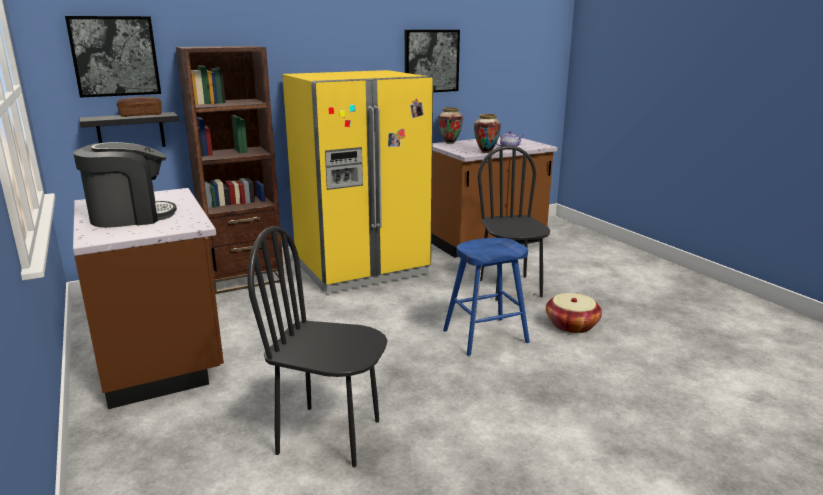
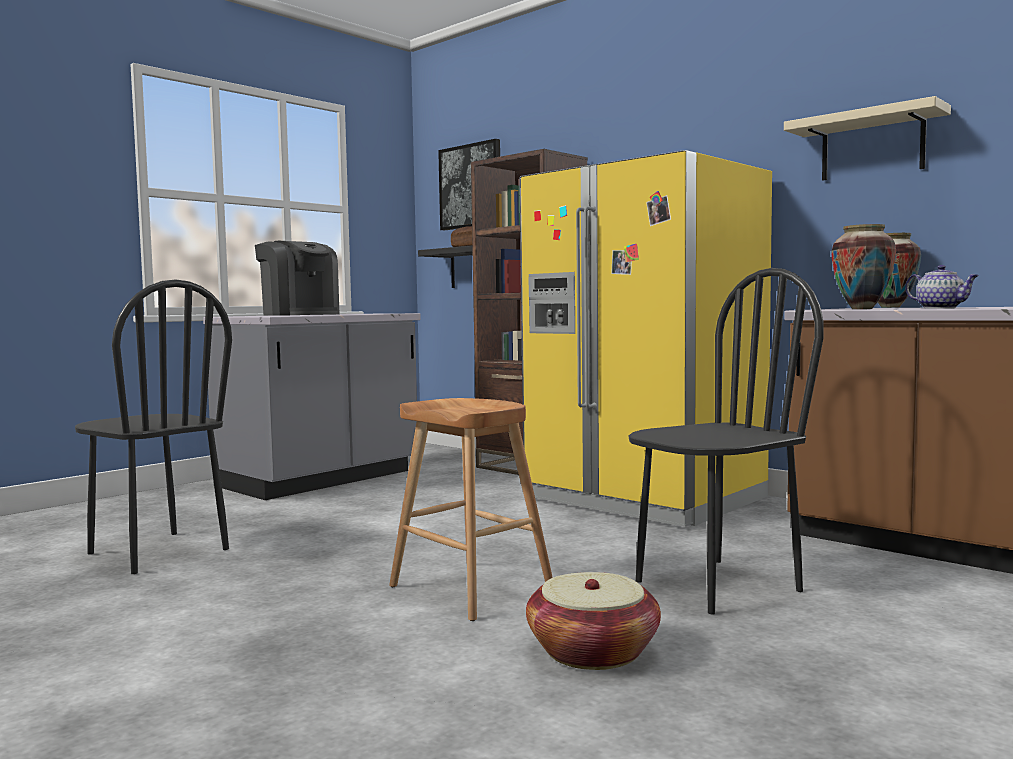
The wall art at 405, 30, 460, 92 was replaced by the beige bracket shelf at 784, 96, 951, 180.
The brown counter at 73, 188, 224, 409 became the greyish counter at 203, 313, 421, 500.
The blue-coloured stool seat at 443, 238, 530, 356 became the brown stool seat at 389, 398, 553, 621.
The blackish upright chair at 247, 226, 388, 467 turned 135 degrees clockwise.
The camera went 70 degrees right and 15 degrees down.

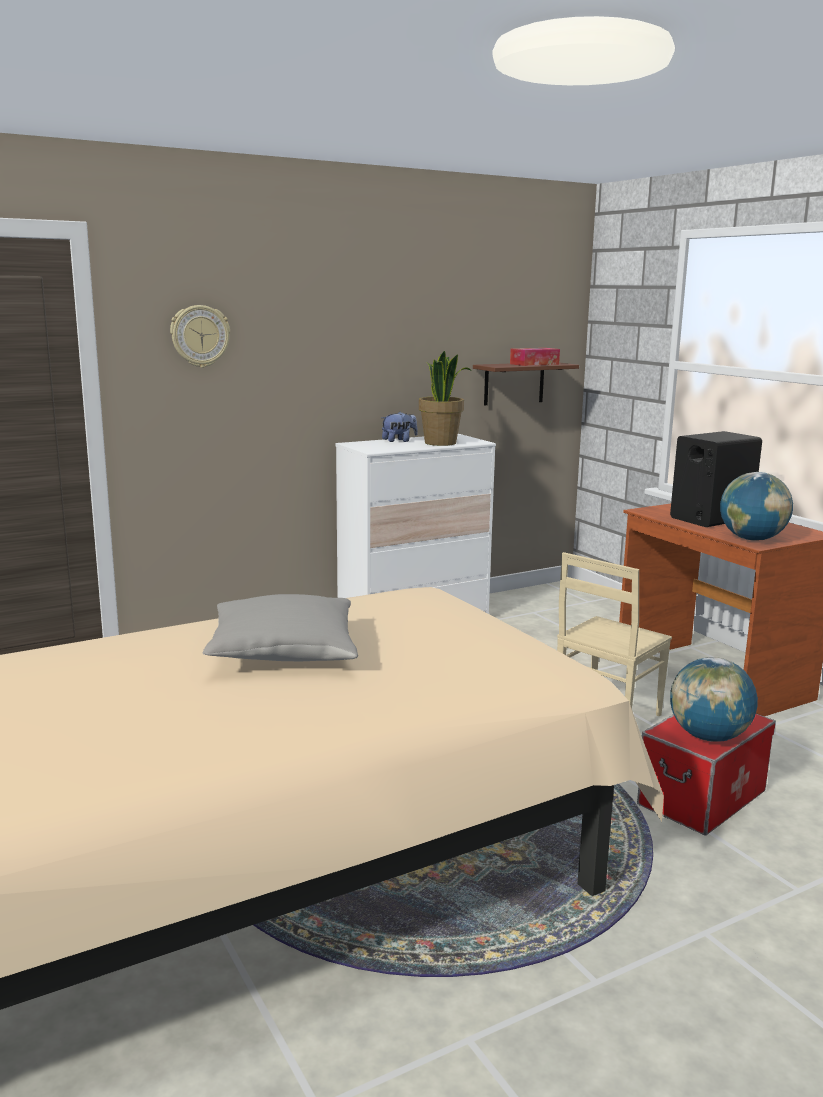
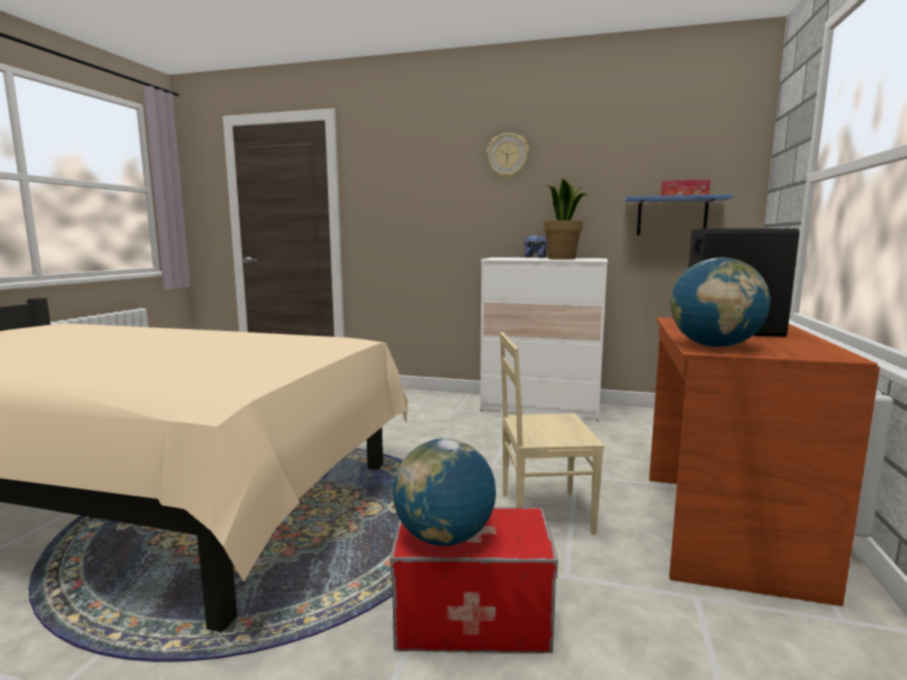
The greyish pillow at 203, 594, 358, 661 disappeared.
The hanging clock moved from 170, 305, 230, 368 to 486, 133, 529, 178.
The brown bracket shelf at 473, 362, 579, 405 became the blue-coloured bracket shelf at 625, 194, 733, 235.
The camera went 45 degrees right and 5 degrees down.

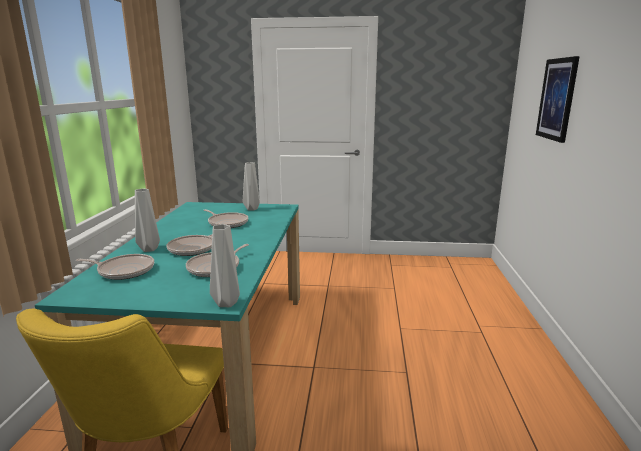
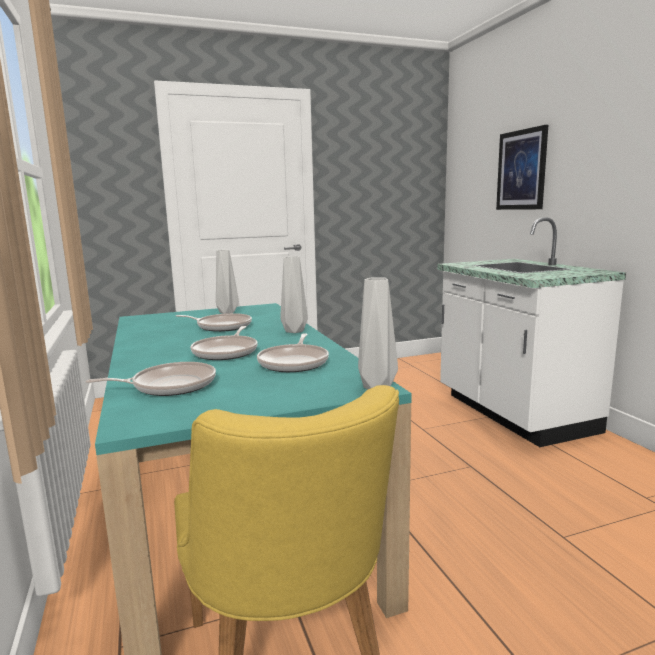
The whitish counter at 437, 217, 626, 447 appeared.
The greyish decorative vase moved from 135, 188, 160, 252 to 280, 256, 308, 333.
The camera went 25 degrees left and 5 degrees down.

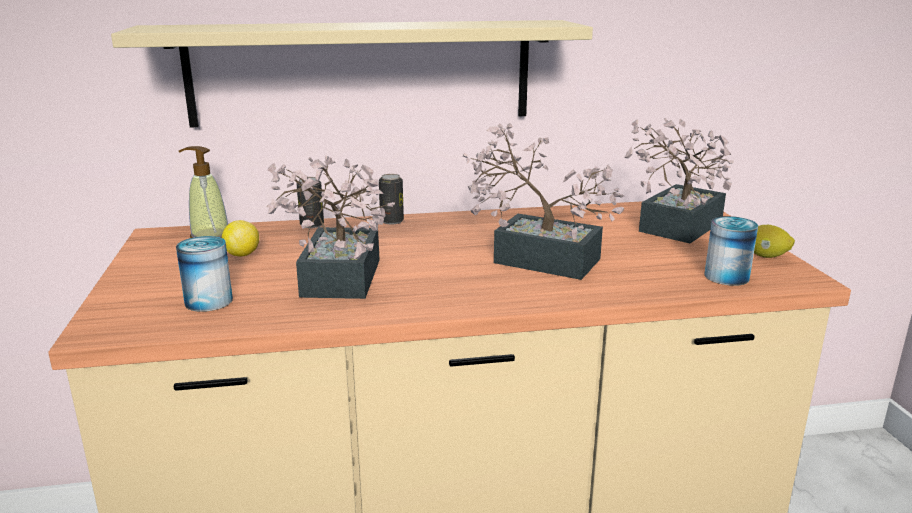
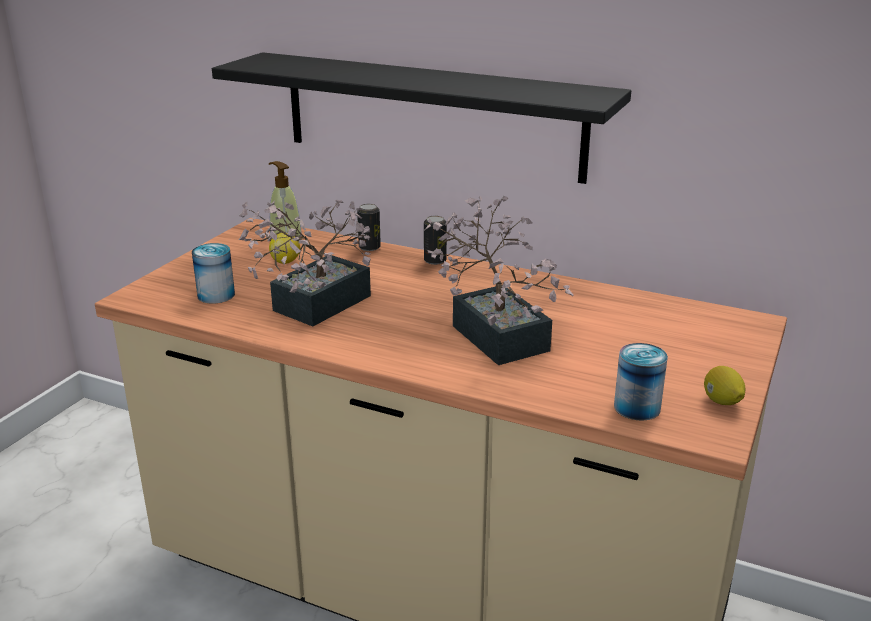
The potted plant at 625, 118, 734, 243 disappeared.
The beige bracket shelf at 111, 20, 593, 128 became the blackish bracket shelf at 212, 52, 631, 184.
The camera went 35 degrees right and 5 degrees up.

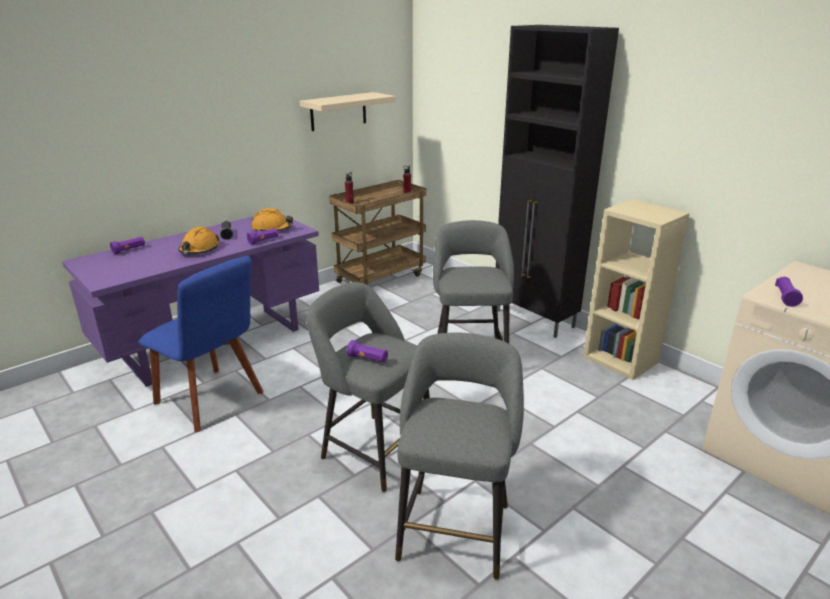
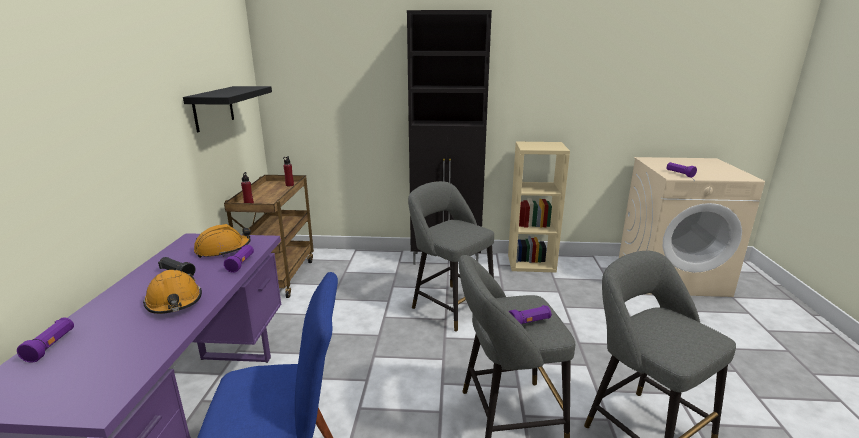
The beige bracket shelf at 299, 92, 396, 131 became the blackish bracket shelf at 183, 86, 272, 133.
The camera went 45 degrees left and 5 degrees down.

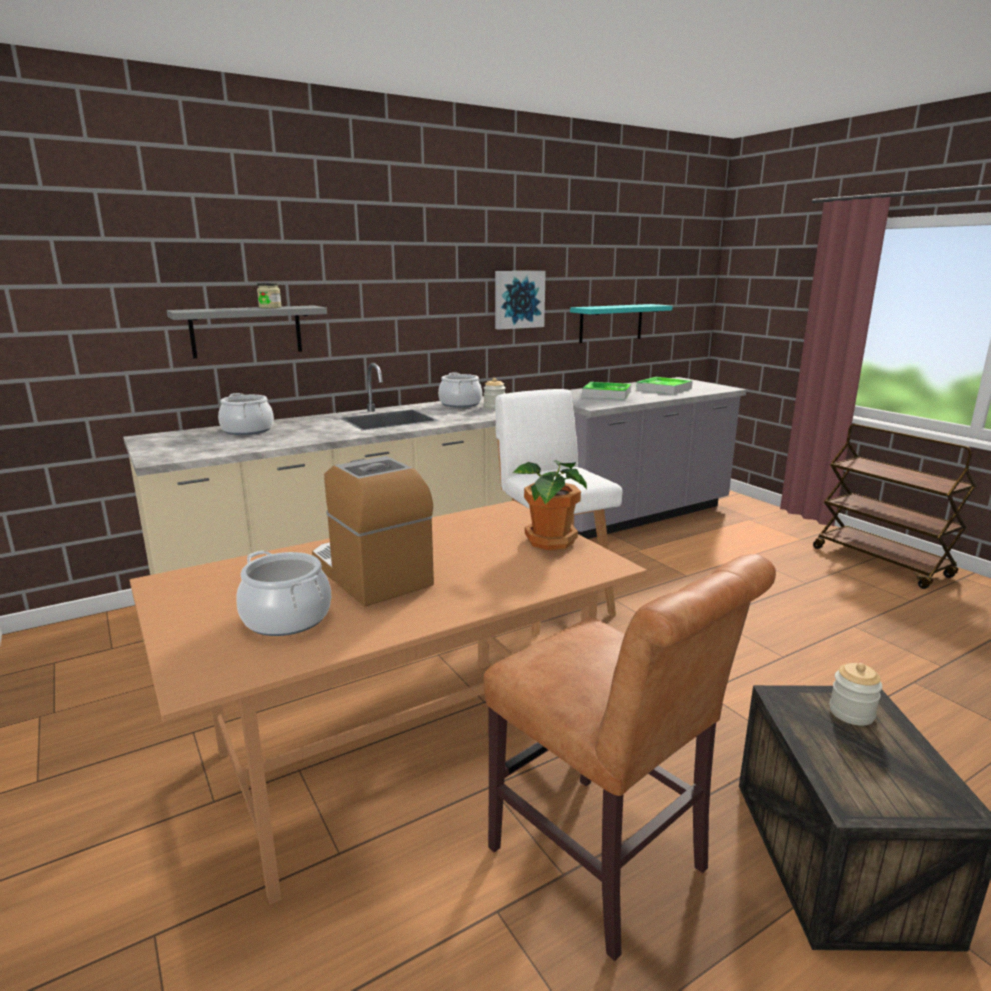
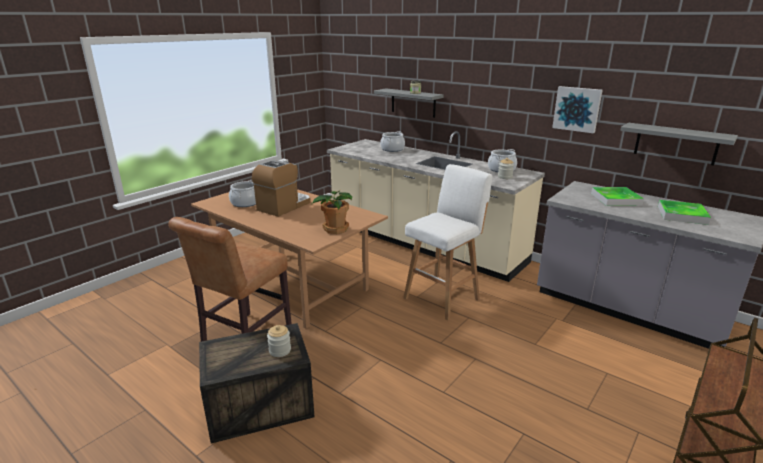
The turquoise-coloured bracket shelf at 570, 304, 672, 343 became the greyish bracket shelf at 620, 123, 738, 166.
The camera went 70 degrees right and 5 degrees up.

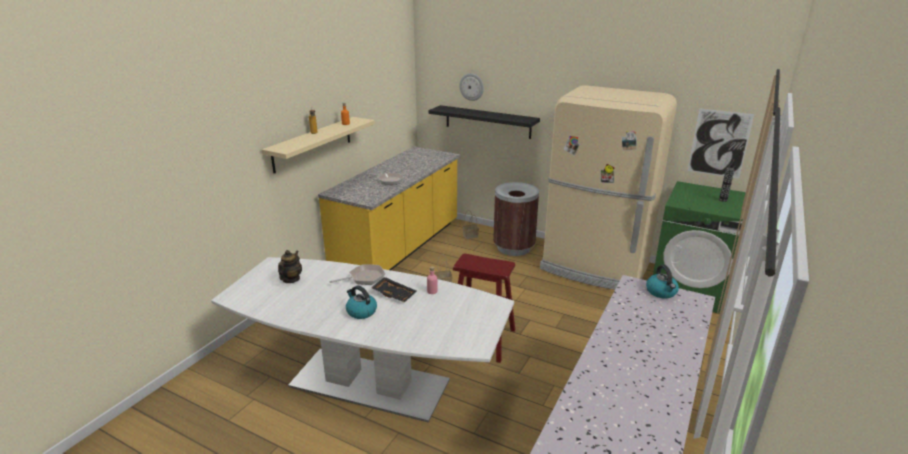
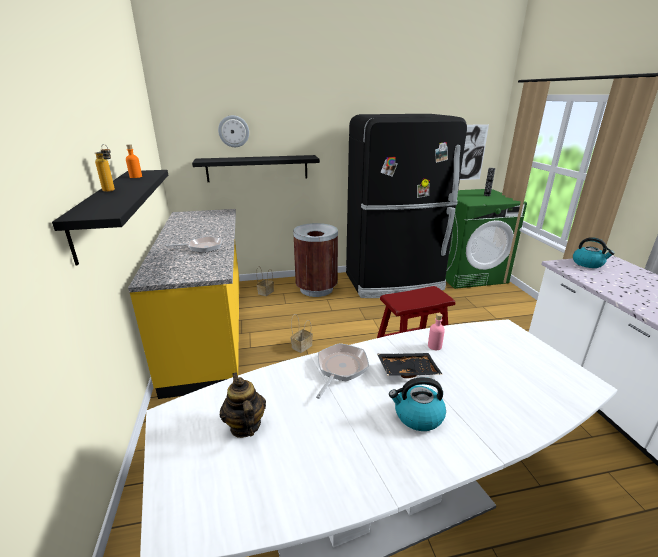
The beige bracket shelf at 262, 117, 375, 174 became the blackish bracket shelf at 52, 170, 168, 265.
The beige fridge at 540, 85, 677, 290 became the blackish fridge at 346, 114, 467, 298.
The camera went 40 degrees left and 0 degrees up.

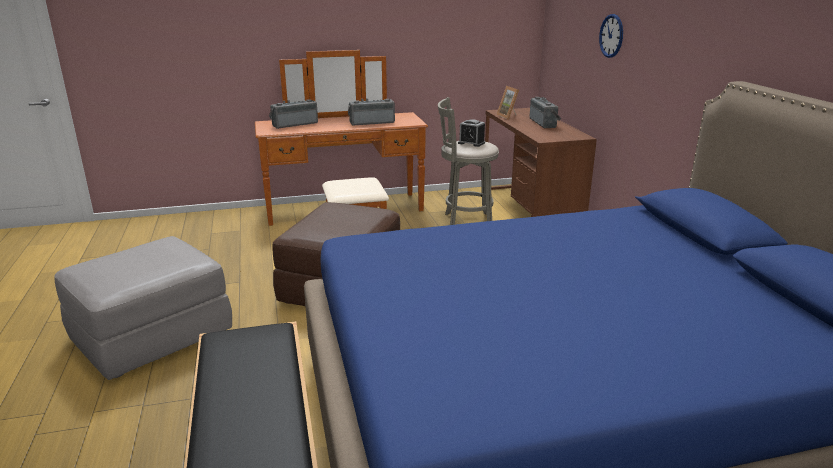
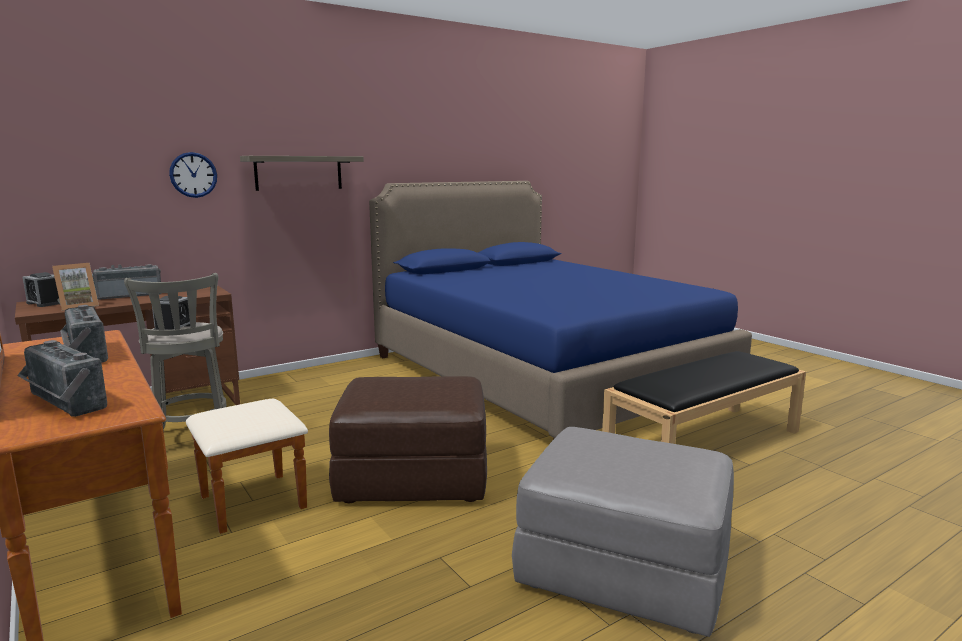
The table clock at 23, 272, 60, 307 appeared.
The bracket shelf at 240, 156, 364, 191 appeared.
The camera went 110 degrees left and 10 degrees down.

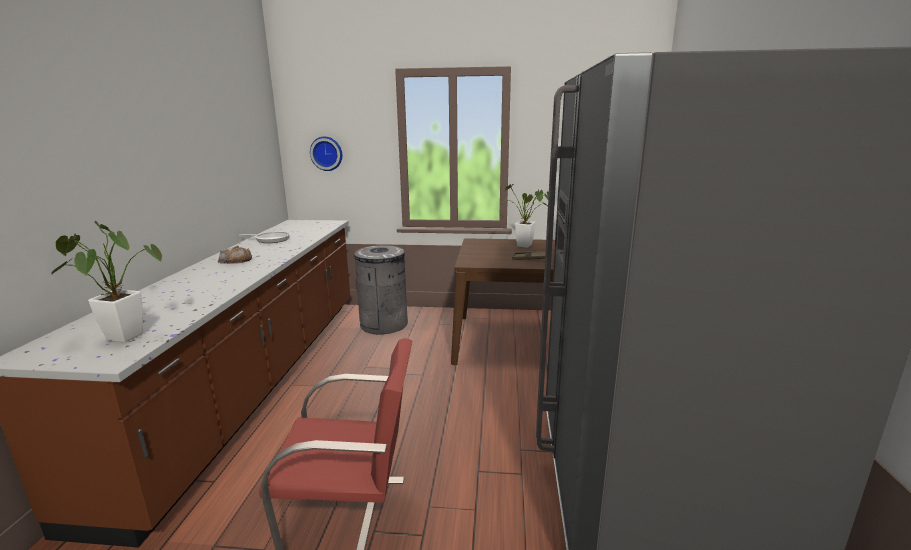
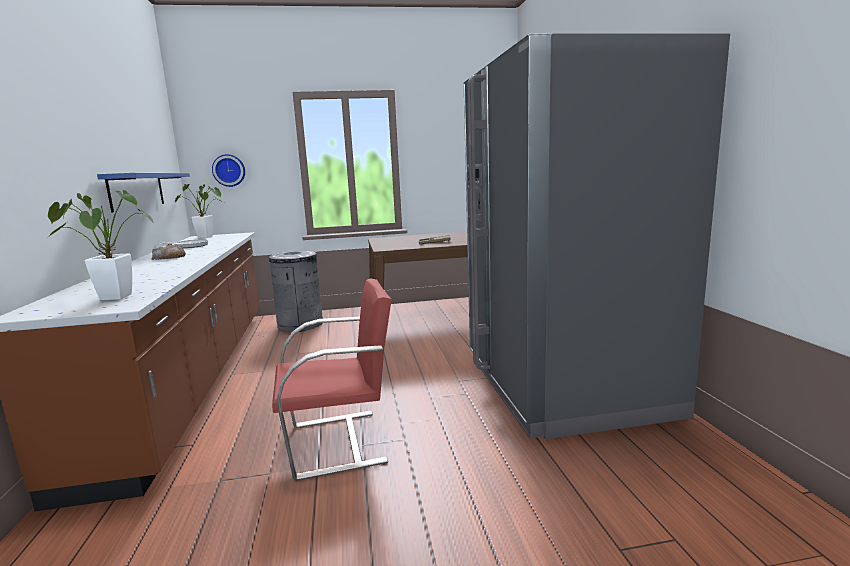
The blue-coloured bracket shelf at 97, 173, 190, 212 appeared.
The potted plant moved from 501, 184, 549, 248 to 175, 184, 223, 238.
The camera went 15 degrees left and 5 degrees down.

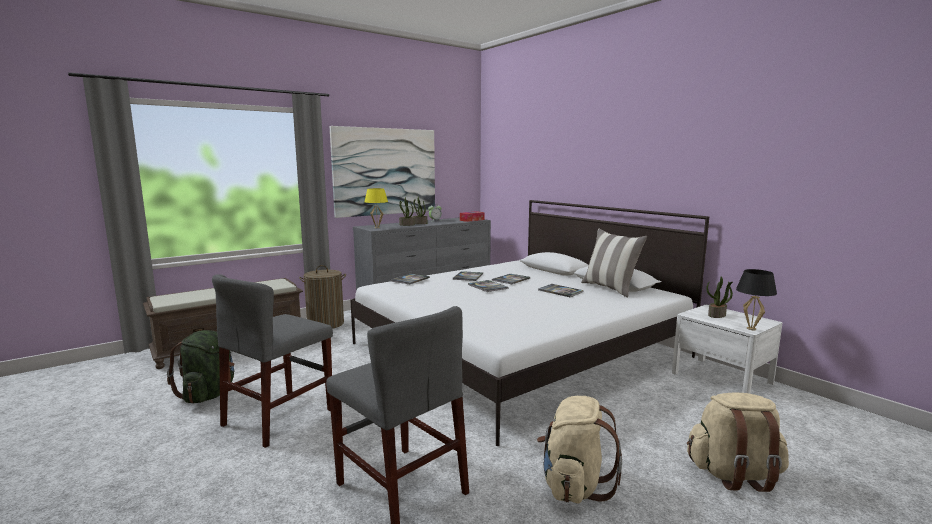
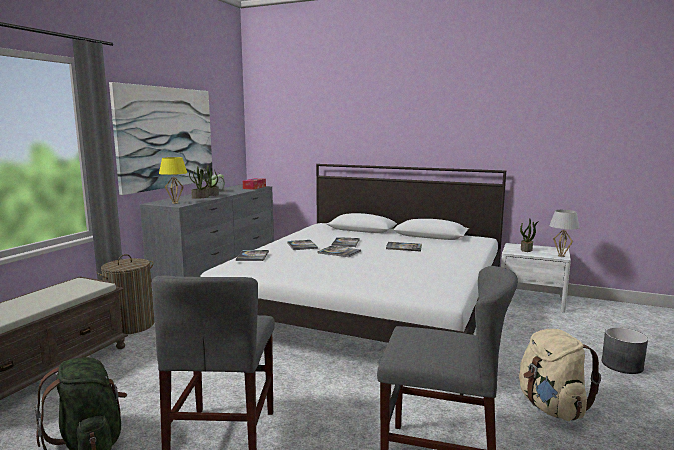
The pillow at 581, 229, 647, 297 disappeared.
The beige rucksack at 687, 392, 789, 492 was replaced by the greyish flower pot at 602, 327, 648, 374.
The blackish tabletop lamp at 736, 269, 777, 330 became the whitish tabletop lamp at 549, 210, 580, 257.
The camera went 30 degrees left and 0 degrees up.

